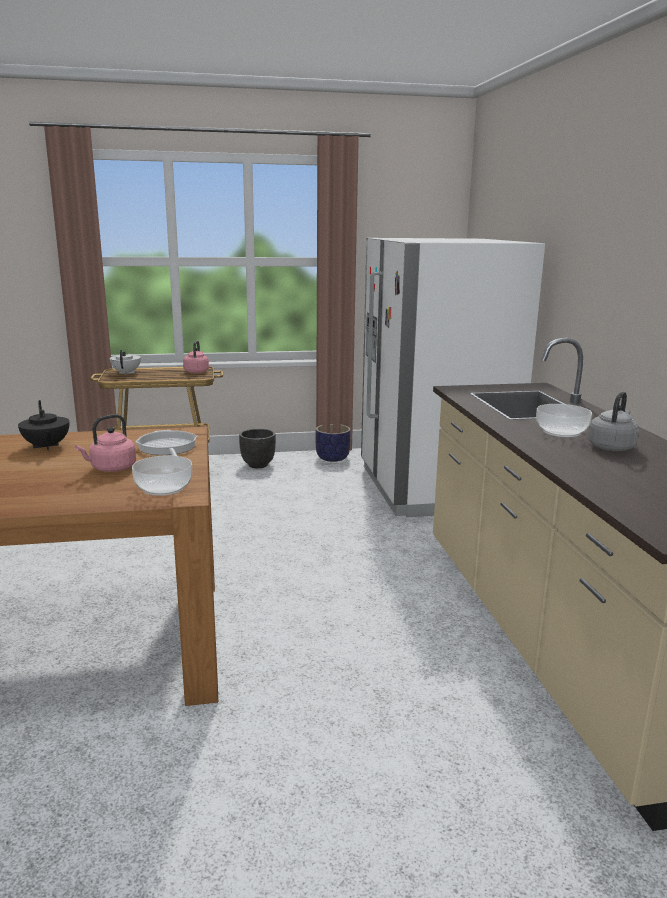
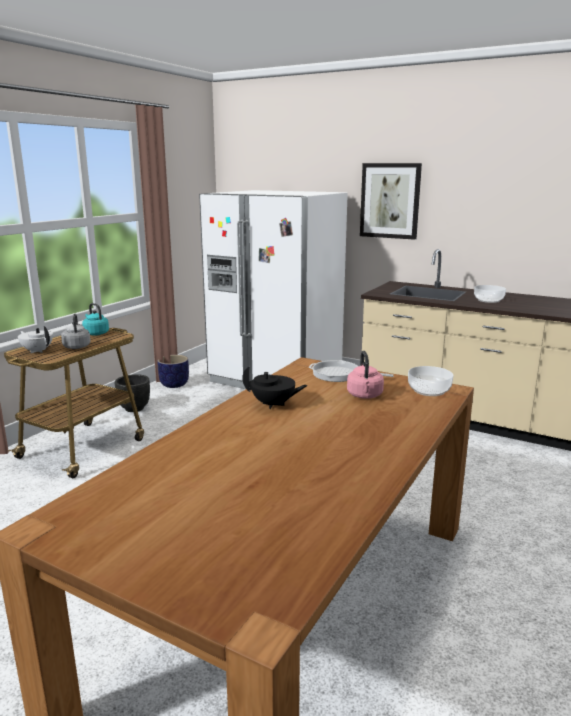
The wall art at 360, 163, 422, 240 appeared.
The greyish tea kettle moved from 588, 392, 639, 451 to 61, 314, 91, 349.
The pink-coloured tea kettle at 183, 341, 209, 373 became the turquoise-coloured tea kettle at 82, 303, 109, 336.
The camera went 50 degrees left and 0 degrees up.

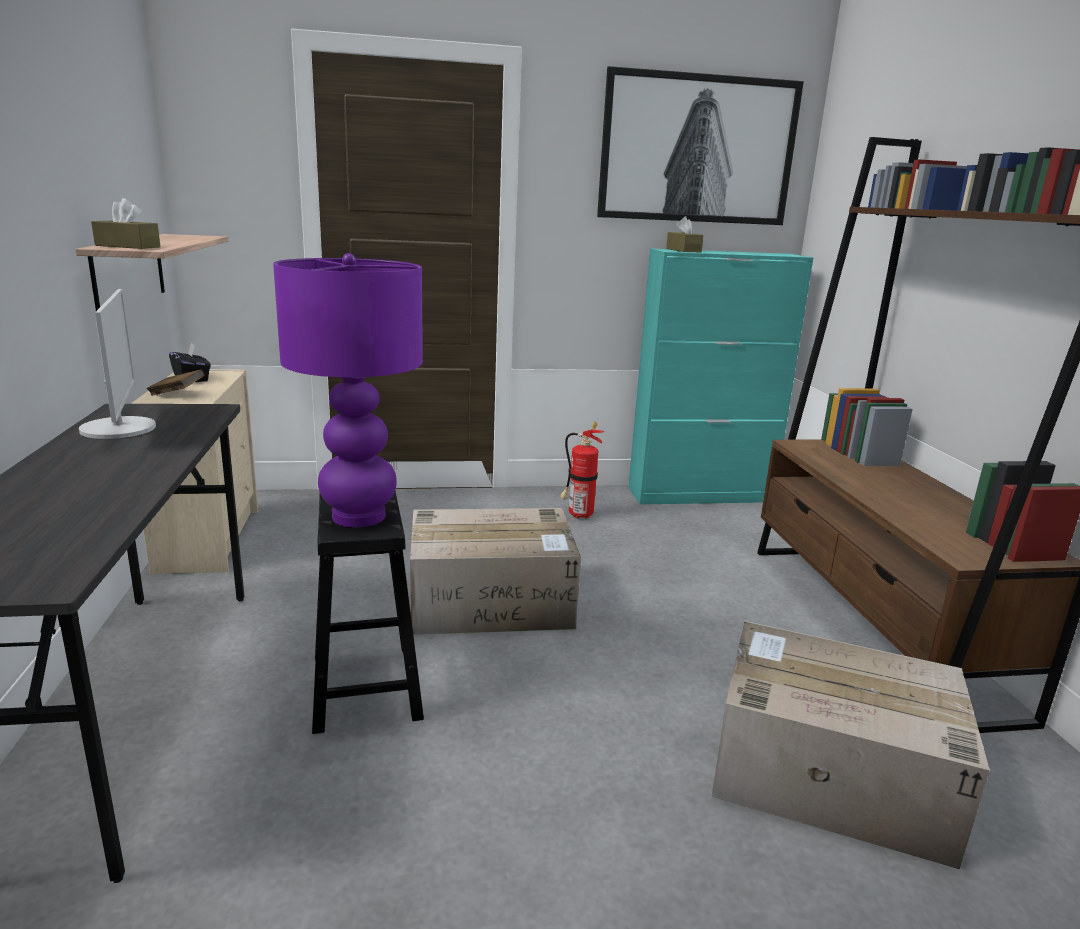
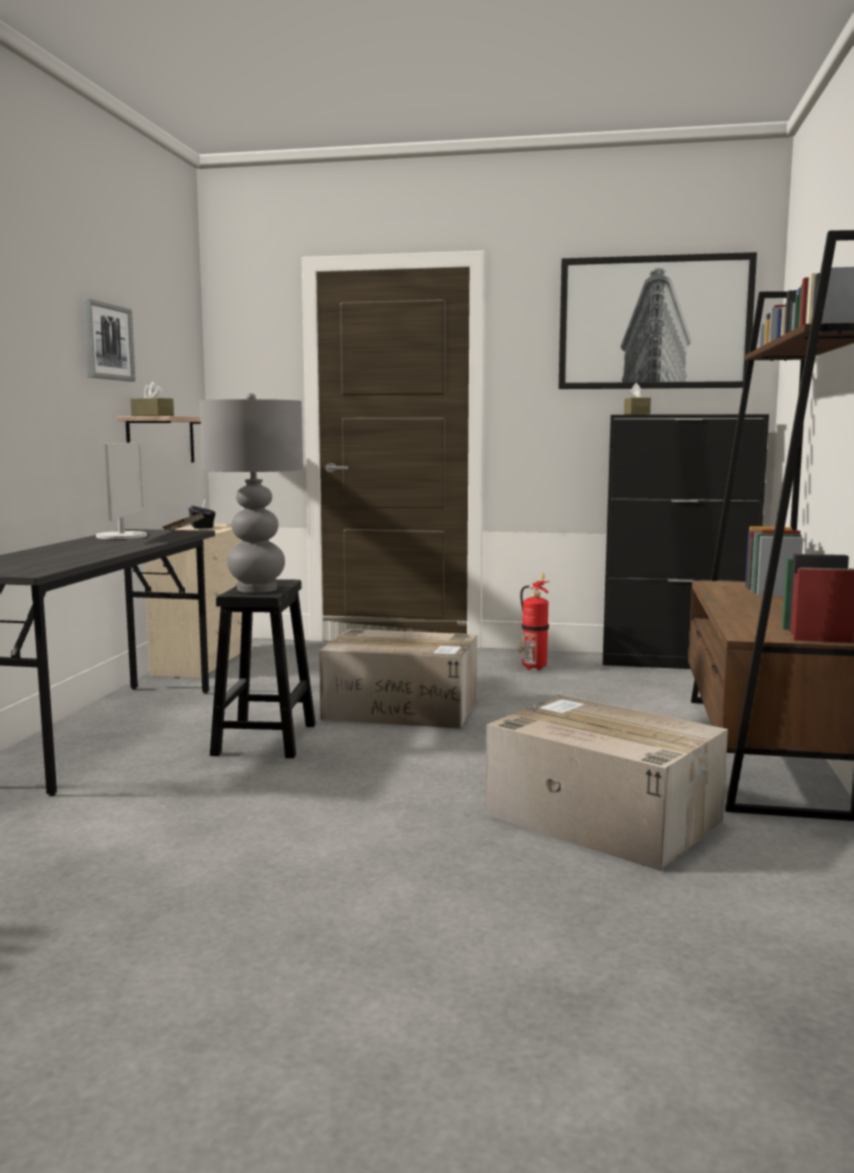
The wall art at 83, 298, 135, 382 appeared.
The purple tabletop lamp at 273, 253, 423, 527 became the greyish tabletop lamp at 200, 393, 303, 593.
The turquoise-coloured cabinet at 628, 248, 813, 504 became the blackish cabinet at 603, 414, 769, 669.
The camera went 20 degrees right and 10 degrees down.

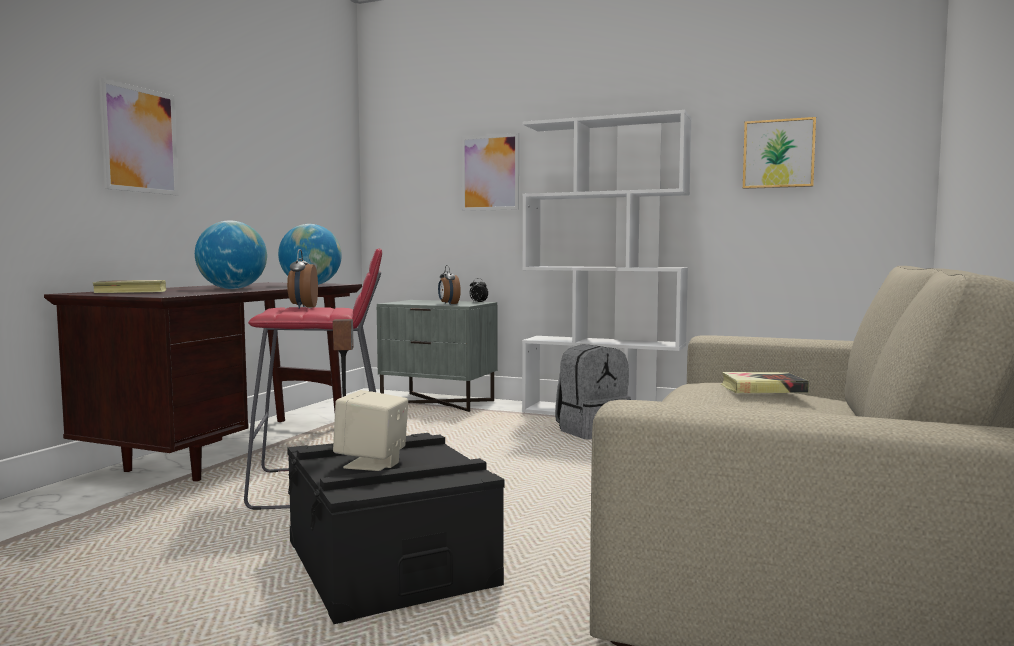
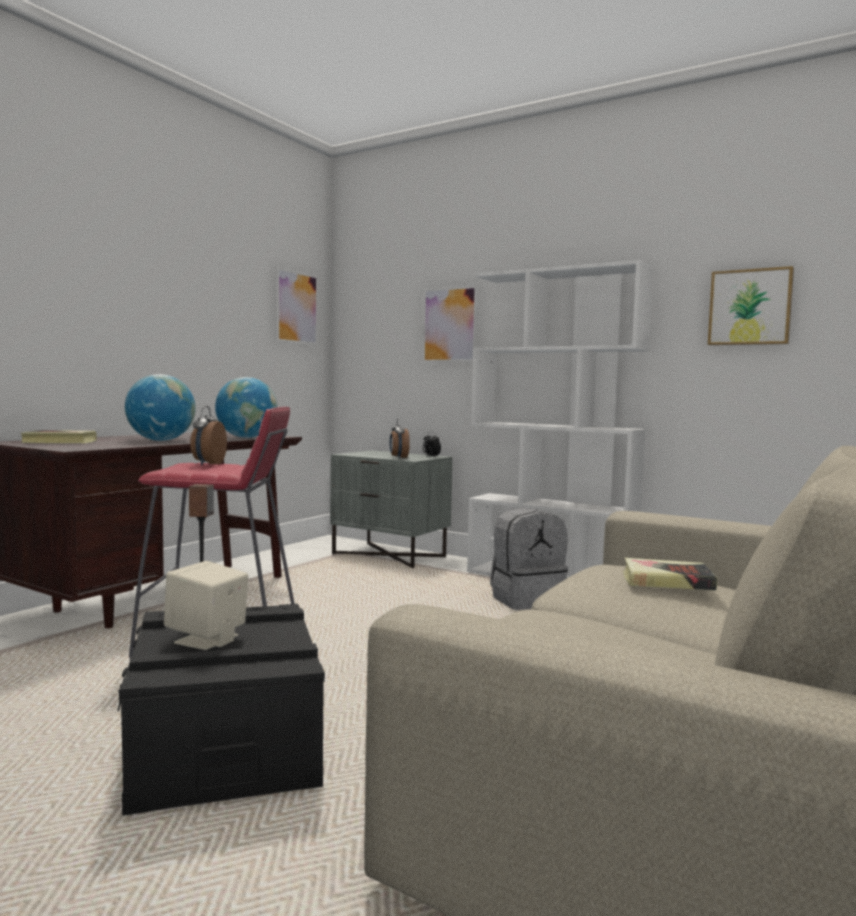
The wall art moved from 99, 78, 179, 195 to 275, 266, 319, 346.
The camera went 10 degrees right and 0 degrees up.

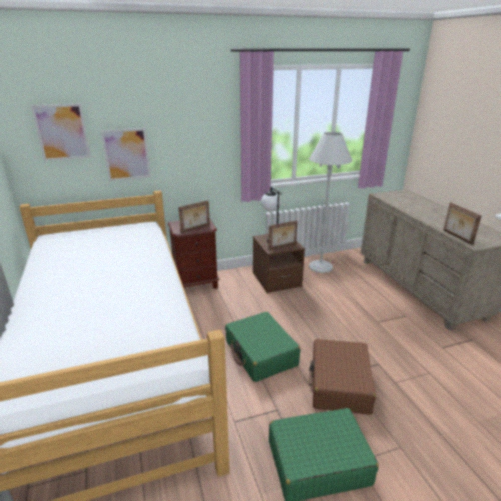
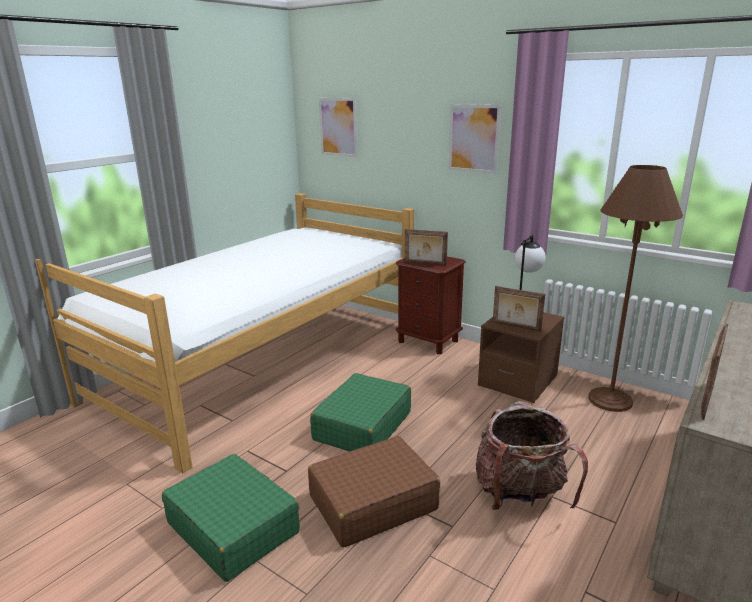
The rucksack at 476, 401, 588, 510 appeared.
The wall art moved from 101, 128, 151, 181 to 448, 104, 501, 174.
The whitish standing lamp at 309, 132, 352, 273 became the brown standing lamp at 588, 165, 683, 412.
The camera went 55 degrees right and 5 degrees down.

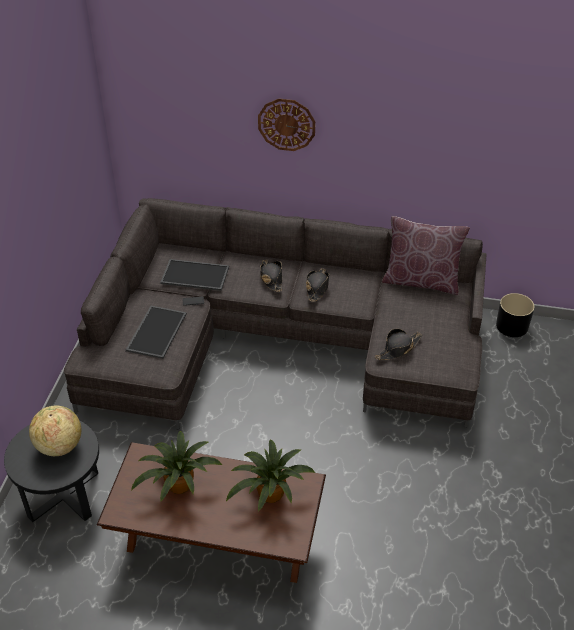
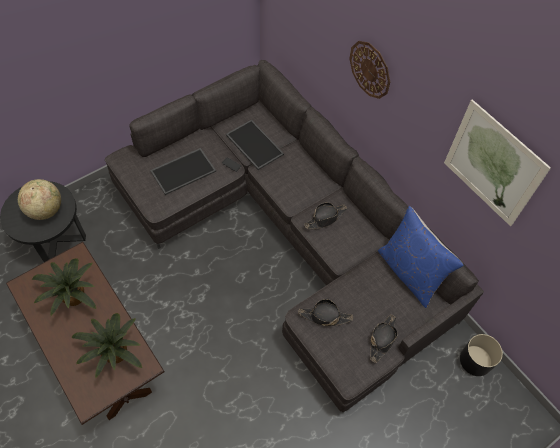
The wall art at 444, 99, 551, 226 appeared.
The blackish clothing hat moved from 260, 260, 282, 292 to 370, 314, 398, 363.
The brown pillow at 382, 216, 470, 295 became the blue-coloured pillow at 378, 206, 464, 308.
The camera went 40 degrees right and 15 degrees up.

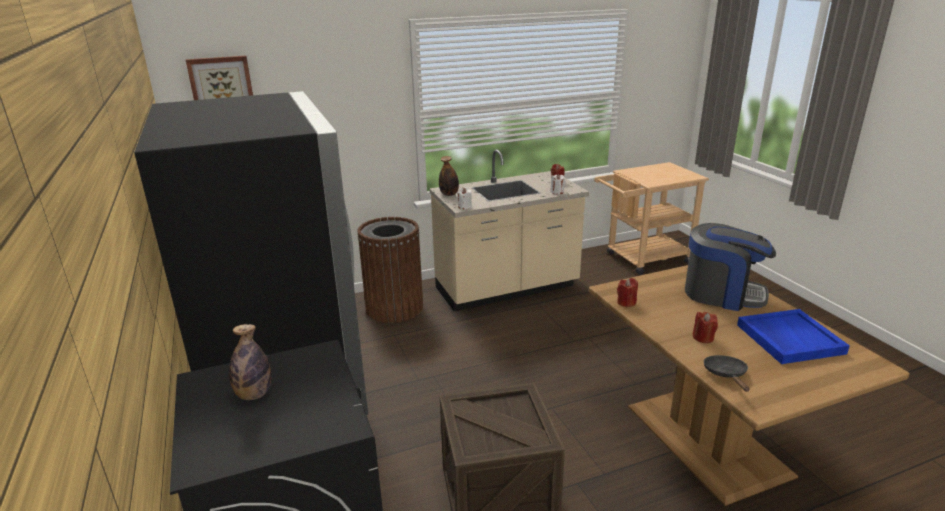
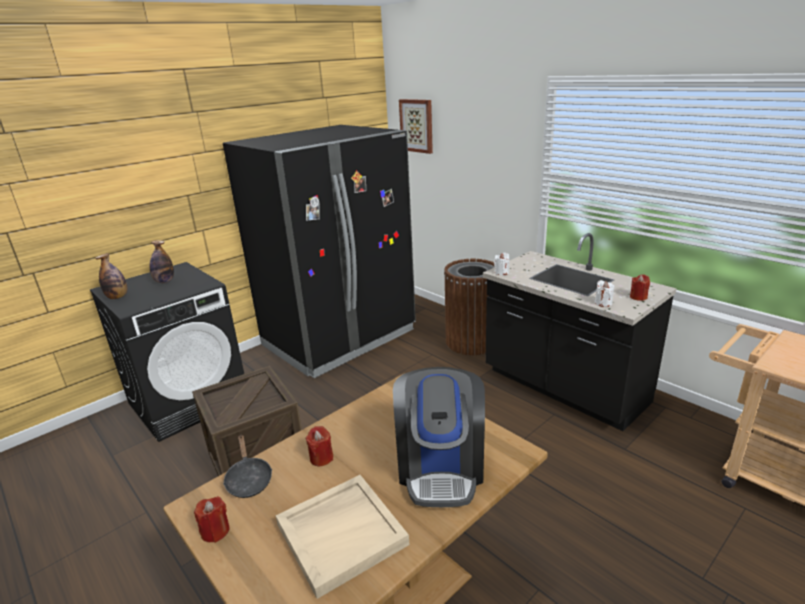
The beverage bottle moved from 439, 156, 459, 196 to 95, 253, 128, 299.
The red wax light moved from 617, 278, 638, 307 to 194, 496, 230, 543.
The beige counter at 429, 150, 589, 311 became the blackish counter at 483, 233, 677, 431.
The blue-coloured carrying tray at 737, 309, 850, 364 became the beige carrying tray at 276, 475, 409, 599.
The blackish skillet at 704, 355, 749, 391 turned 90 degrees clockwise.
The camera went 70 degrees right and 0 degrees up.

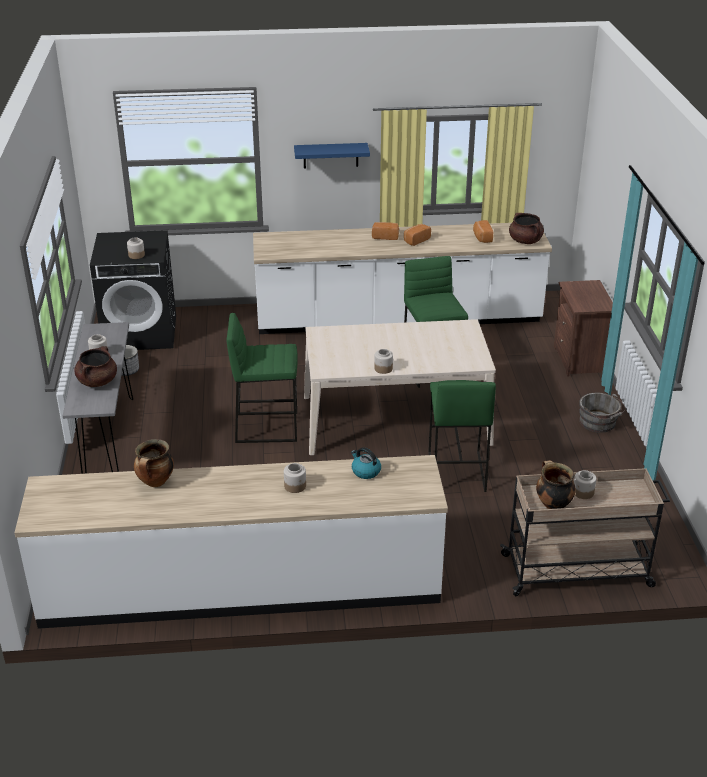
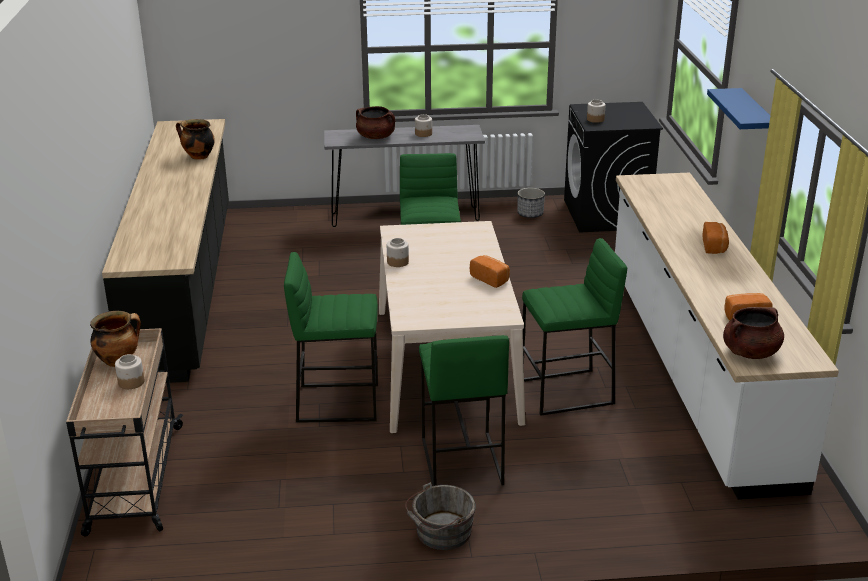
The storage jar at 284, 463, 306, 493 disappeared.
The tea kettle at 351, 447, 381, 479 disappeared.
The brown bedside table at 554, 280, 613, 377 disappeared.
The green-coloured stool seat at 419, 335, 509, 486 appeared.
The bread moved from 404, 224, 431, 246 to 470, 255, 510, 288.
The whitish counter at 15, 455, 448, 629 became the blackish counter at 102, 119, 229, 383.
The camera went 90 degrees right and 5 degrees down.

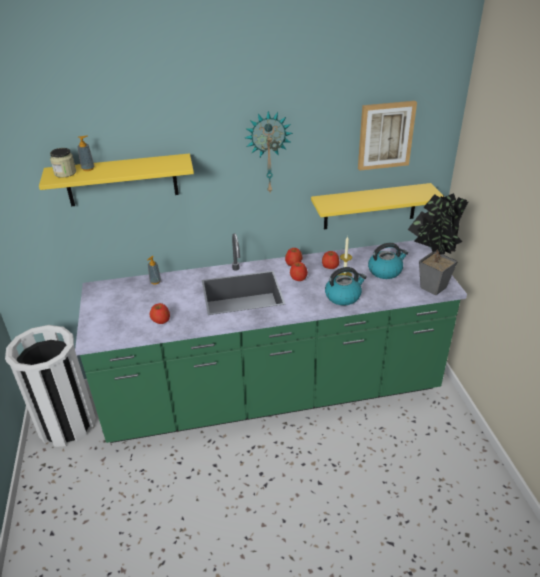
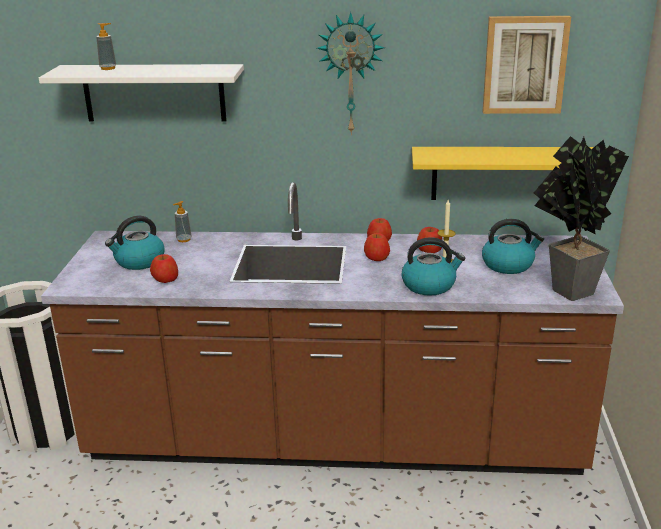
The storage jar at 50, 148, 76, 177 disappeared.
The tea kettle at 105, 216, 165, 270 appeared.
The yellowish bracket shelf at 39, 153, 194, 207 became the whitish bracket shelf at 39, 64, 244, 122.
The green-coloured counter at 75, 233, 467, 443 became the brown counter at 41, 182, 624, 475.
The camera went 15 degrees right and 10 degrees down.

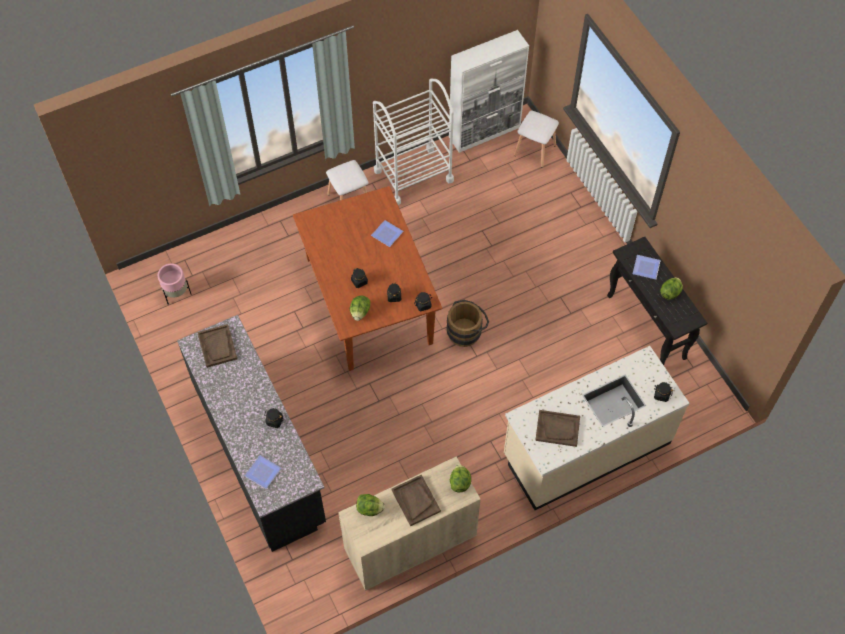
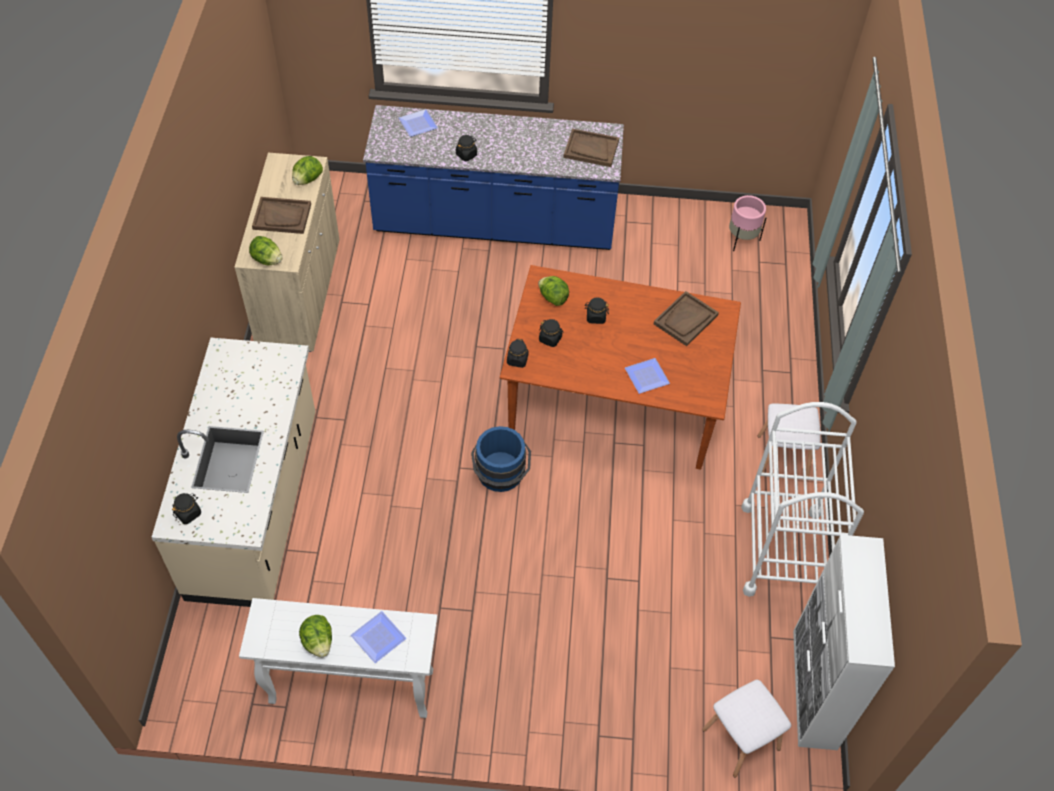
The brown carrying tray moved from 535, 410, 580, 447 to 654, 291, 719, 346.
The blackish counter at 177, 315, 326, 552 became the blue-coloured counter at 363, 105, 624, 250.
The brown pail at 447, 300, 489, 347 became the blue-coloured pail at 471, 426, 531, 492.
The blackish narrow table at 607, 237, 707, 365 became the whitish narrow table at 239, 598, 437, 718.
The camera went 120 degrees right and 5 degrees down.

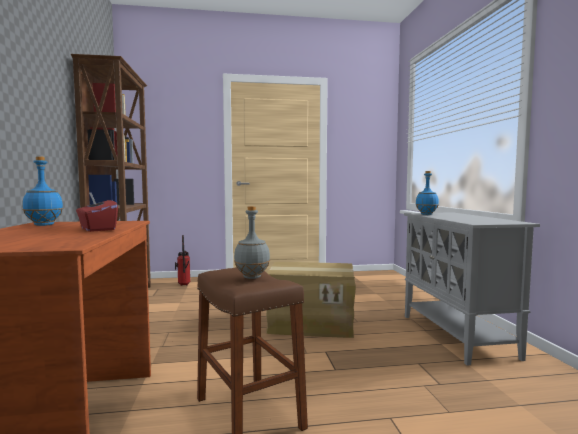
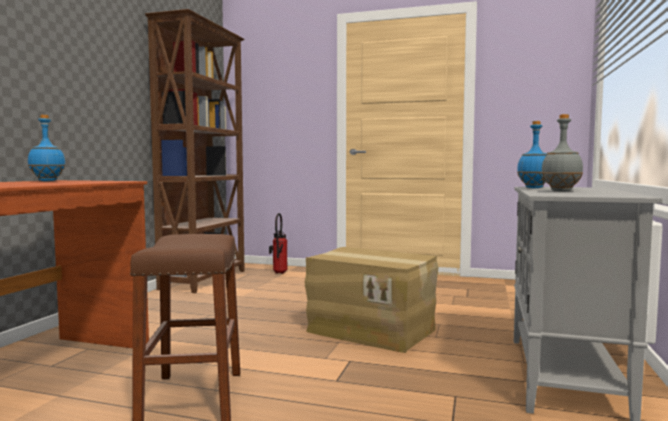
The red tissue holder at 76, 193, 118, 232 disappeared.
The greyish beverage bottle moved from 234, 206, 270, 279 to 541, 114, 583, 191.
The camera went 25 degrees right and 0 degrees up.

